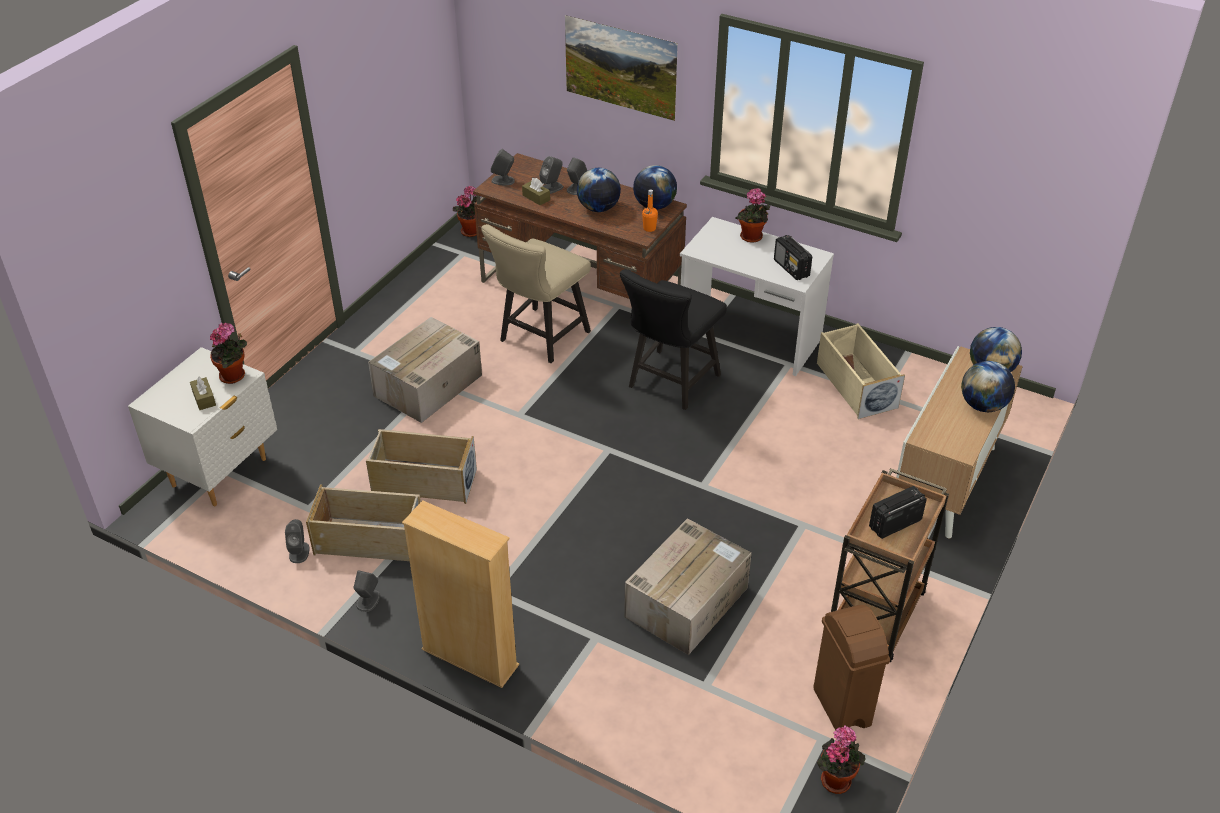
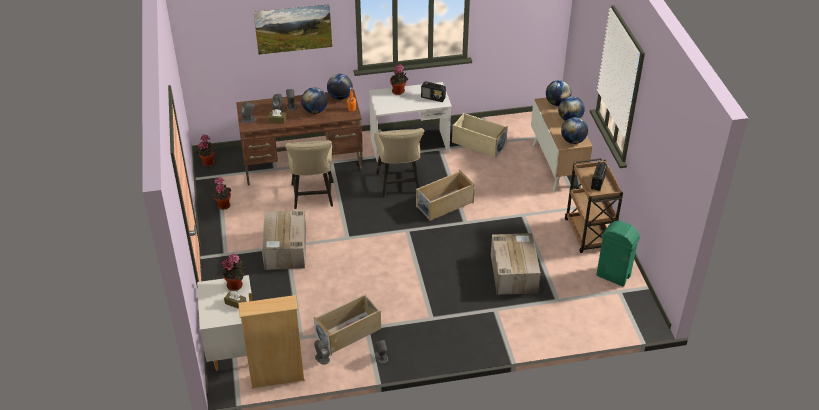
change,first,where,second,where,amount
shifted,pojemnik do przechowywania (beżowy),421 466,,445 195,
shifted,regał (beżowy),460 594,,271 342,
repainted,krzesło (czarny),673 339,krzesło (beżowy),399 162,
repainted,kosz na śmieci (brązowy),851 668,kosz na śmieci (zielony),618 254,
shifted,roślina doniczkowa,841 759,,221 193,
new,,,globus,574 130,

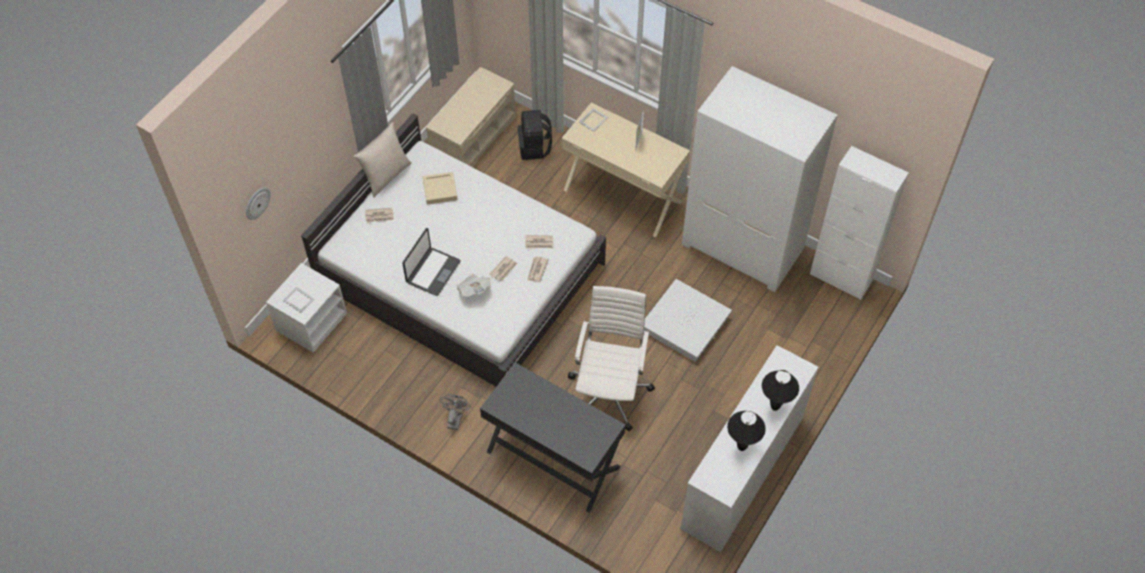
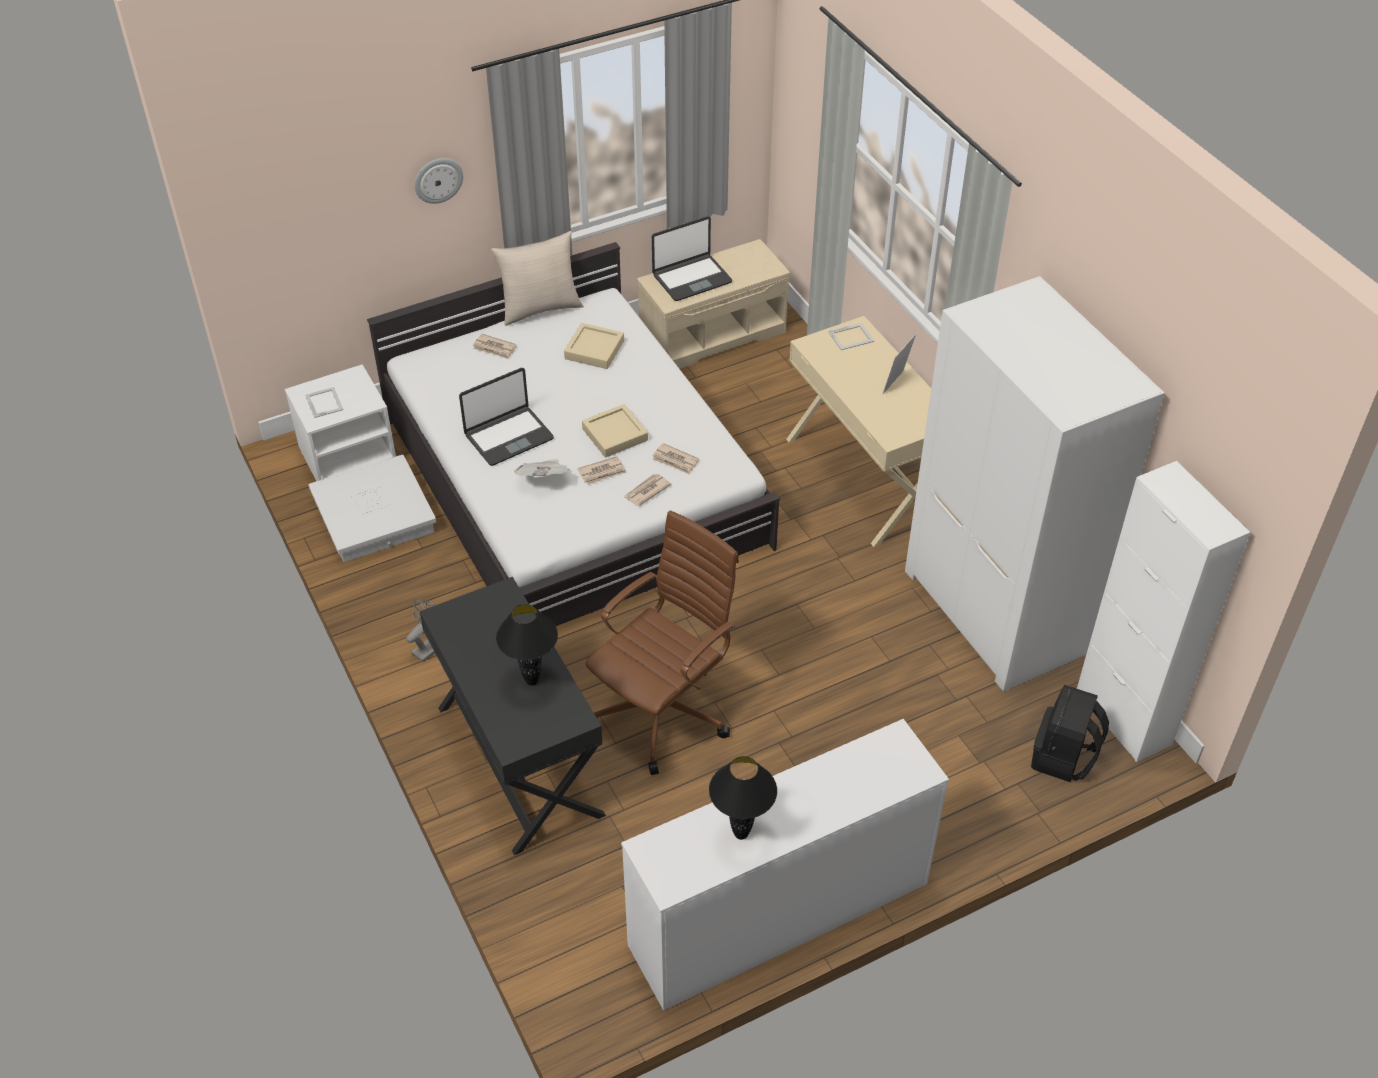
change,first,where,second,where,amount
shifted,zegar ścienny,258 203,,438 181,
shifted,plecak (czarny),535 135,,1070 733,
repainted,krzesło biurowe (biały),611 358,krzesło biurowe (brązowy),662 642,
shifted,pojemnik do przechowywania (biały),688 320,,372 508,
shifted,lampa stołowa (czarny),780 390,,527 645,
new,,,taca (beżowy),615 431,
new,,,laptop,692 258,

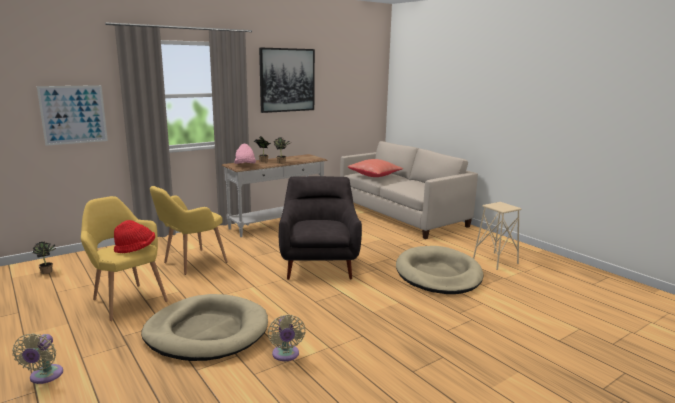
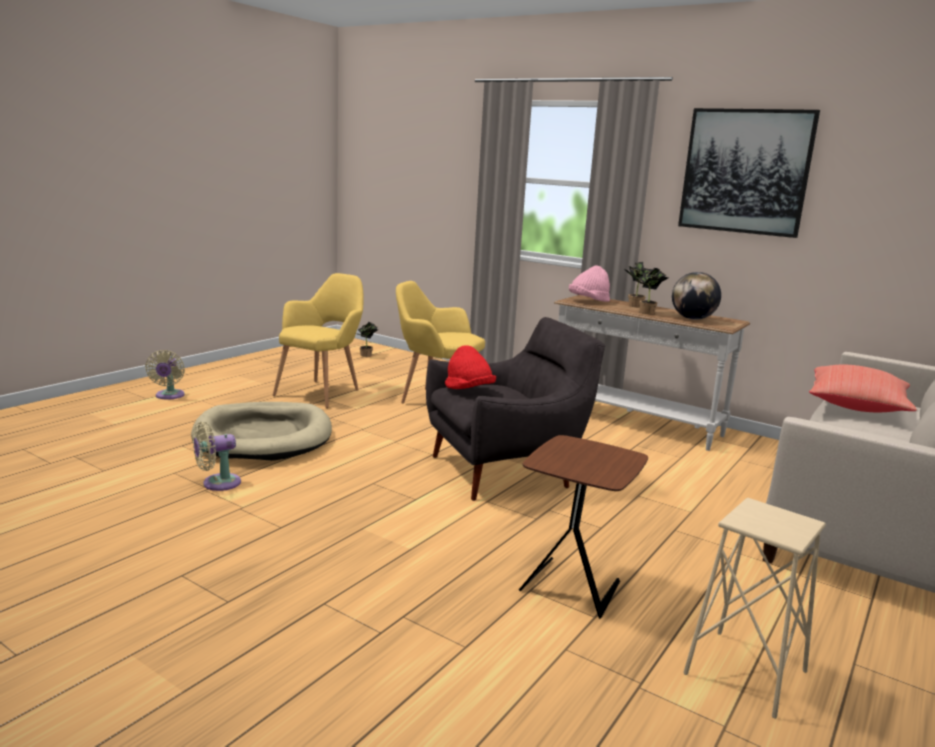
change,first,where,second,where,amount
rotated,wentylator (beżowy),37 358,,165 375,75 degrees counterclockwise
gone,obraz,72 115,,,
shifted,kapelusz (czerwony),134 236,,470 367,
swapped,legowisko (beżowy),439 270,stolik (brązowy),583 527,
new,,,globus,696 296,

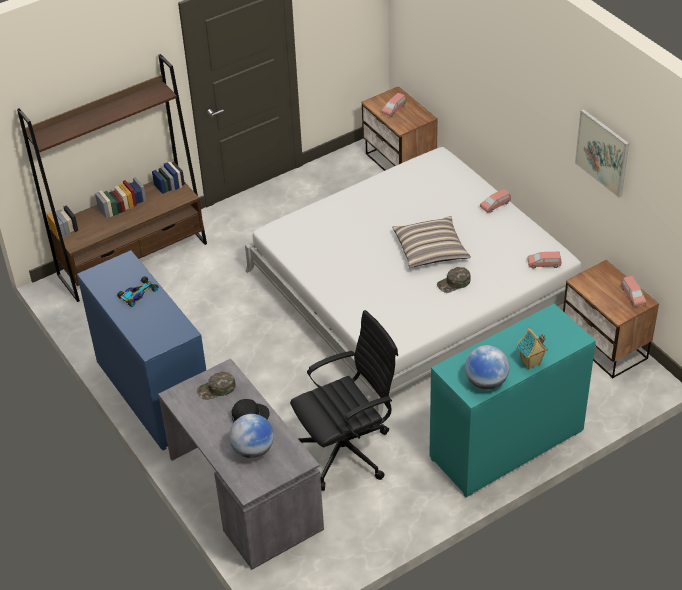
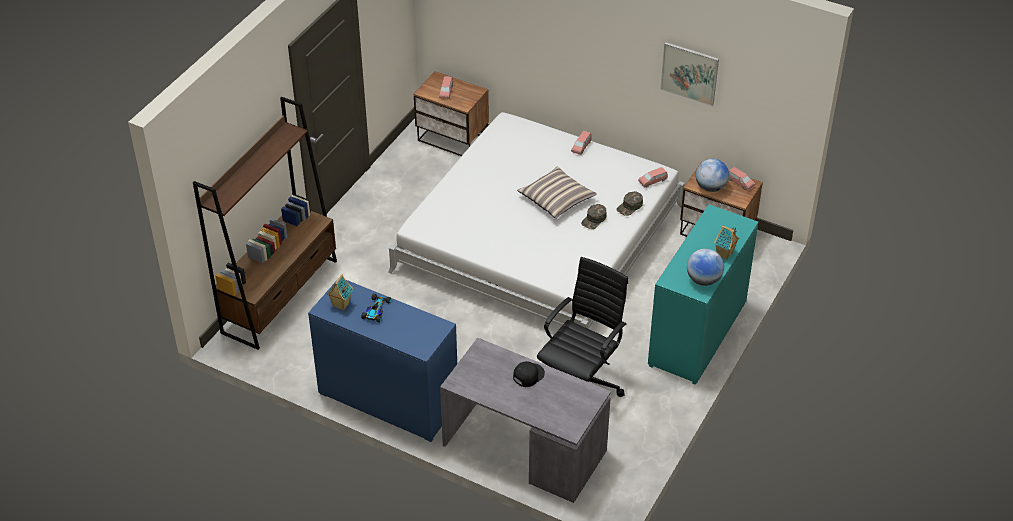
change,first,where,second,where,amount
shifted,czapka z daszkiem (zielony),216 386,,630 203,
shifted,globus,251 436,,712 175,
new,,,domek,340 292,

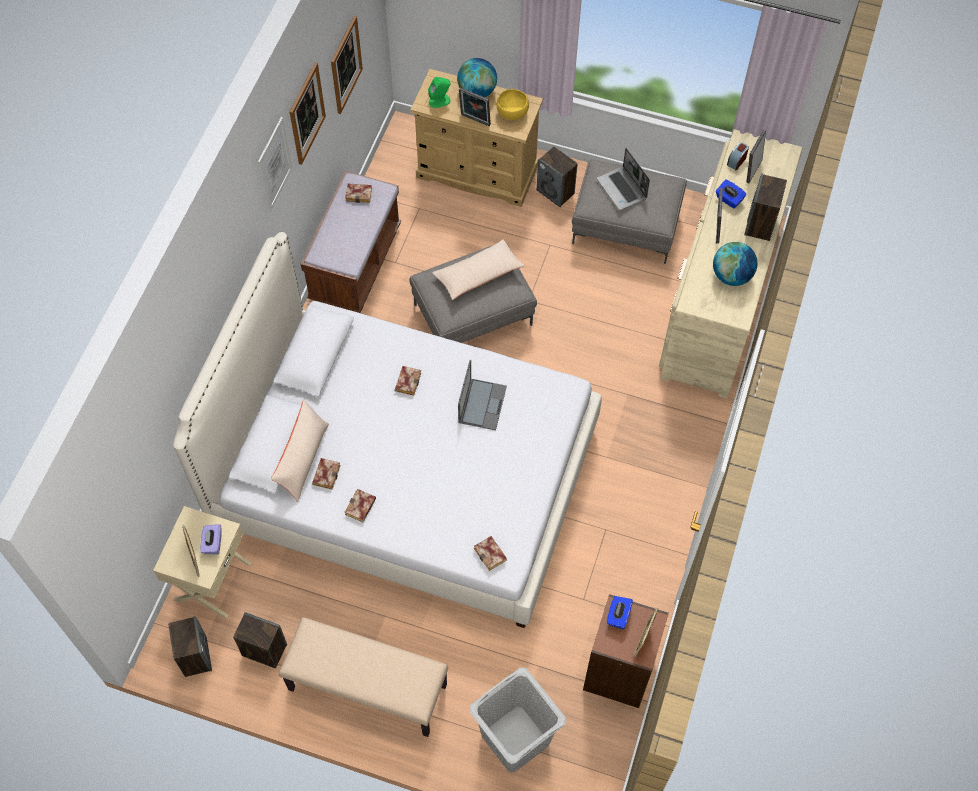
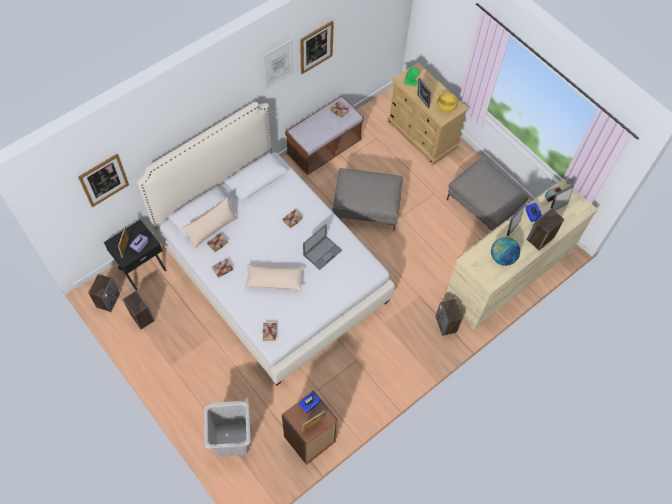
change,first,where,second,where,amount
repainted,szafka nocna (beżowy),202 562,szafka nocna (czarny),135 254,
gone,ławka (beżowy),363 677,,,
shifted,obraz,347 65,,103 180,
shifted,poduszka (beżowy),478 269,,274 277,
gone,globus,477 77,,,
shifted,głośnik,557 177,,449 317,
gone,laptop,623 179,,,

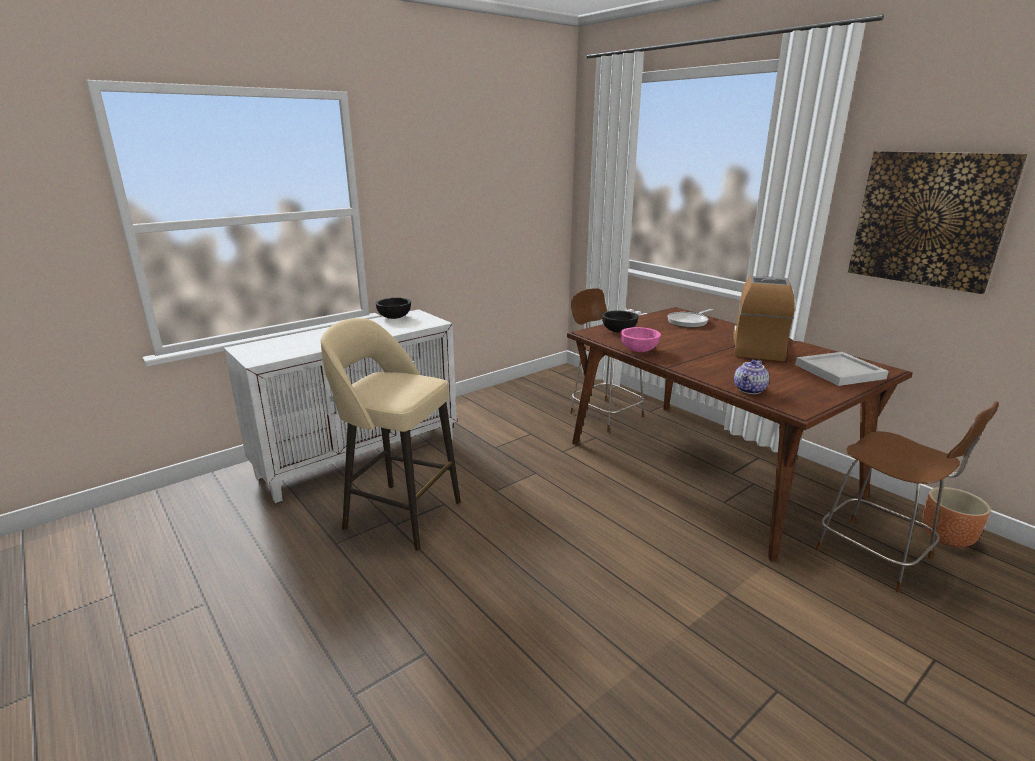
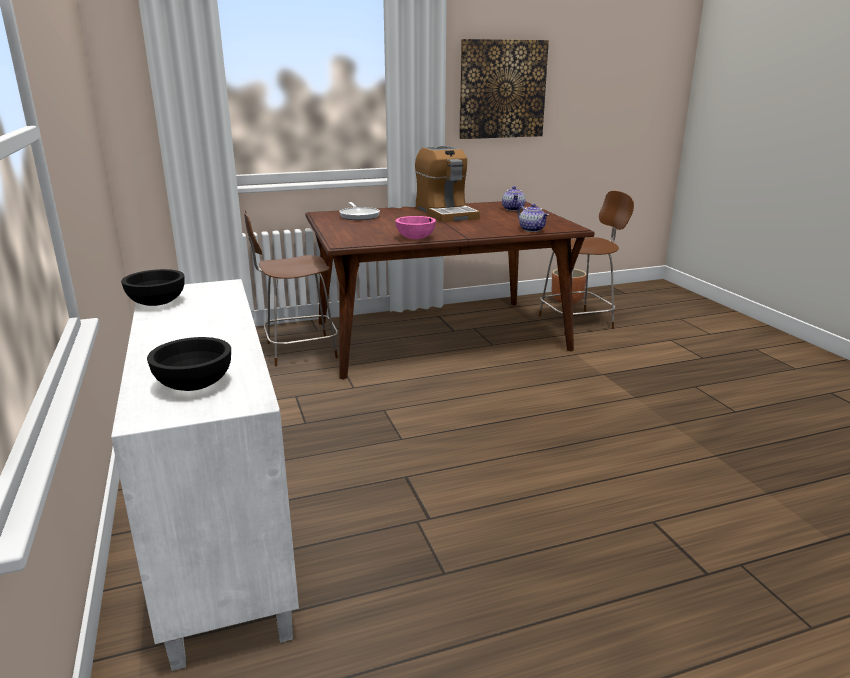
change,first,where,second,where,amount
gone,stołek (beżowy),391 434,,,
shifted,miska (czarny),620 322,,189 364,
rotated,ekspres do kawy,764 318,,447 184,150 degrees counterclockwise
swapped,taca (biały),842 369,imbryk,513 198,

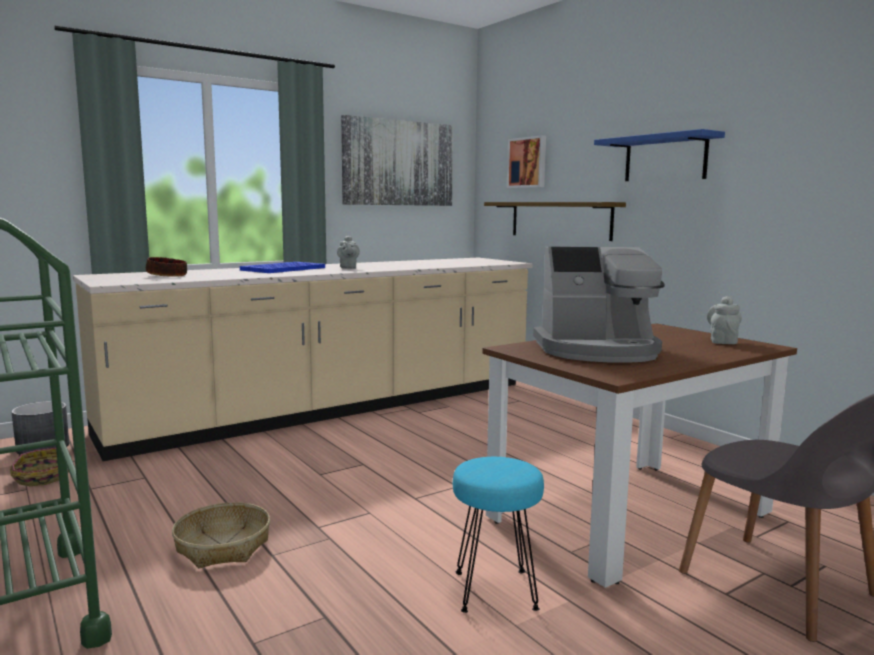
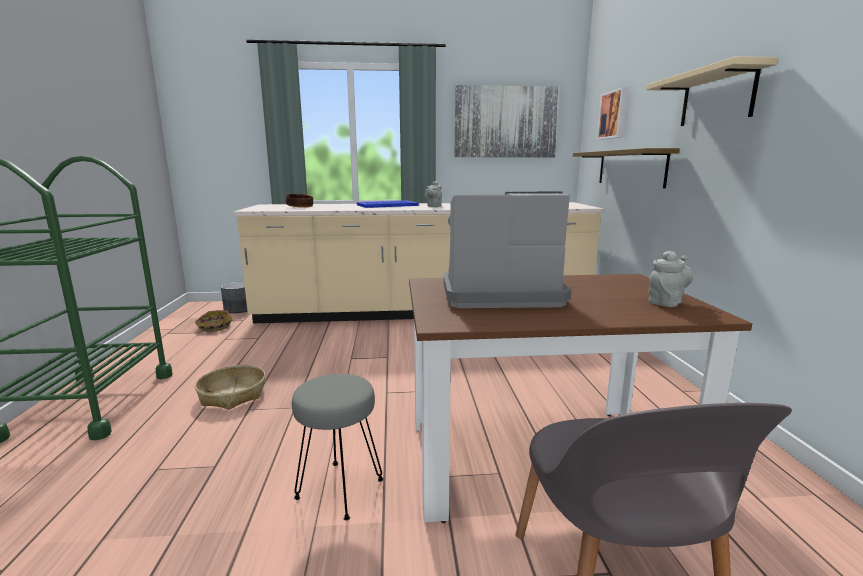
change,first,where,second,where,amount
repainted,stołek (turkusowy),498 535,stołek (szary),338 447,
rotated,ekspres do kawy,599 305,,508 250,150 degrees clockwise
repainted,półka (niebieski),659 155,półka (beżowy),712 91,

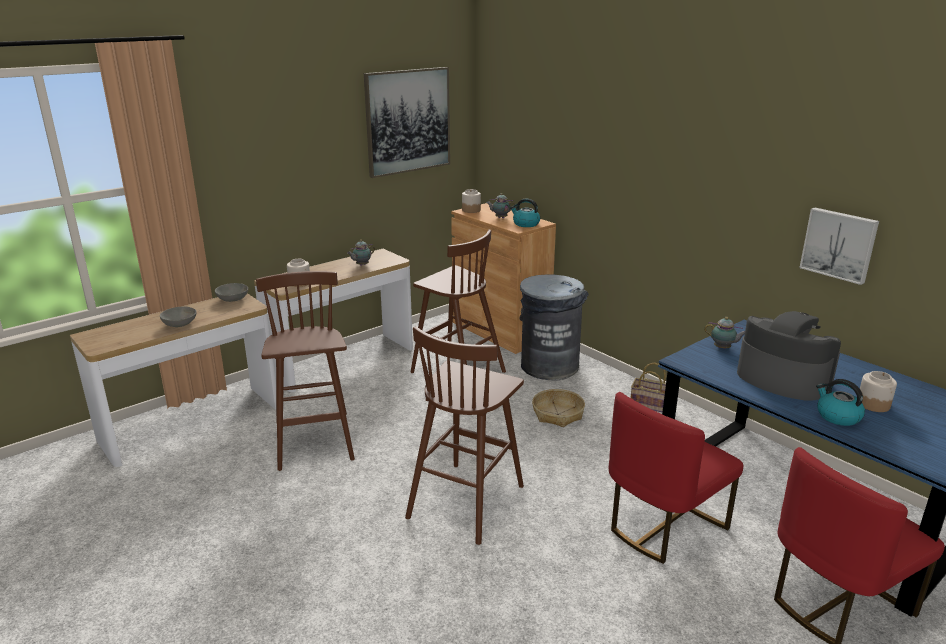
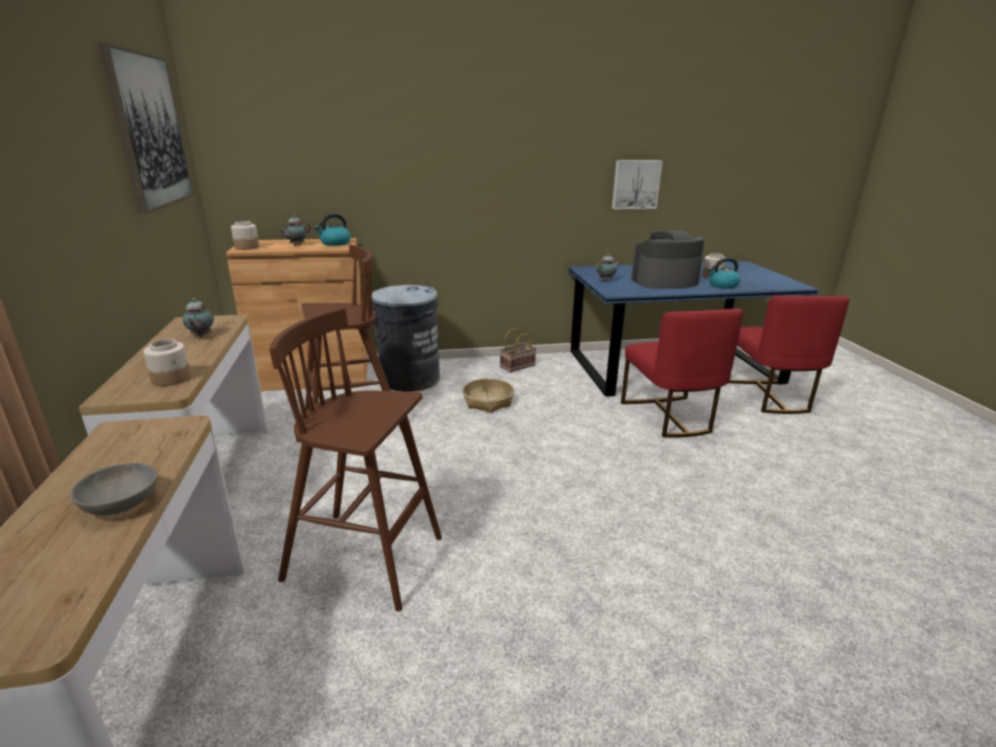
change,first,where,second,where,amount
gone,miska (szary),231 292,,,
gone,stołek (brązowy),464 435,,,

